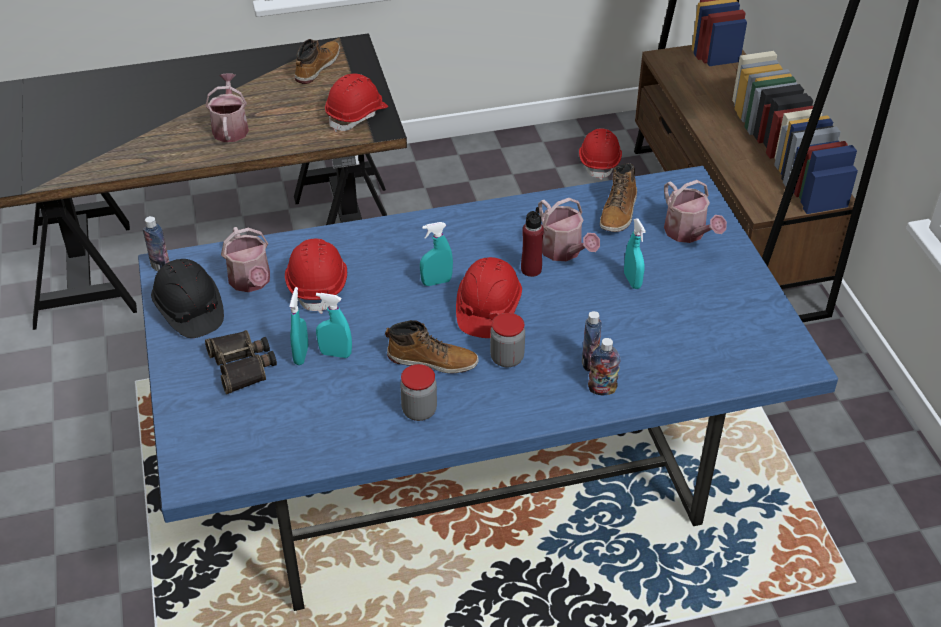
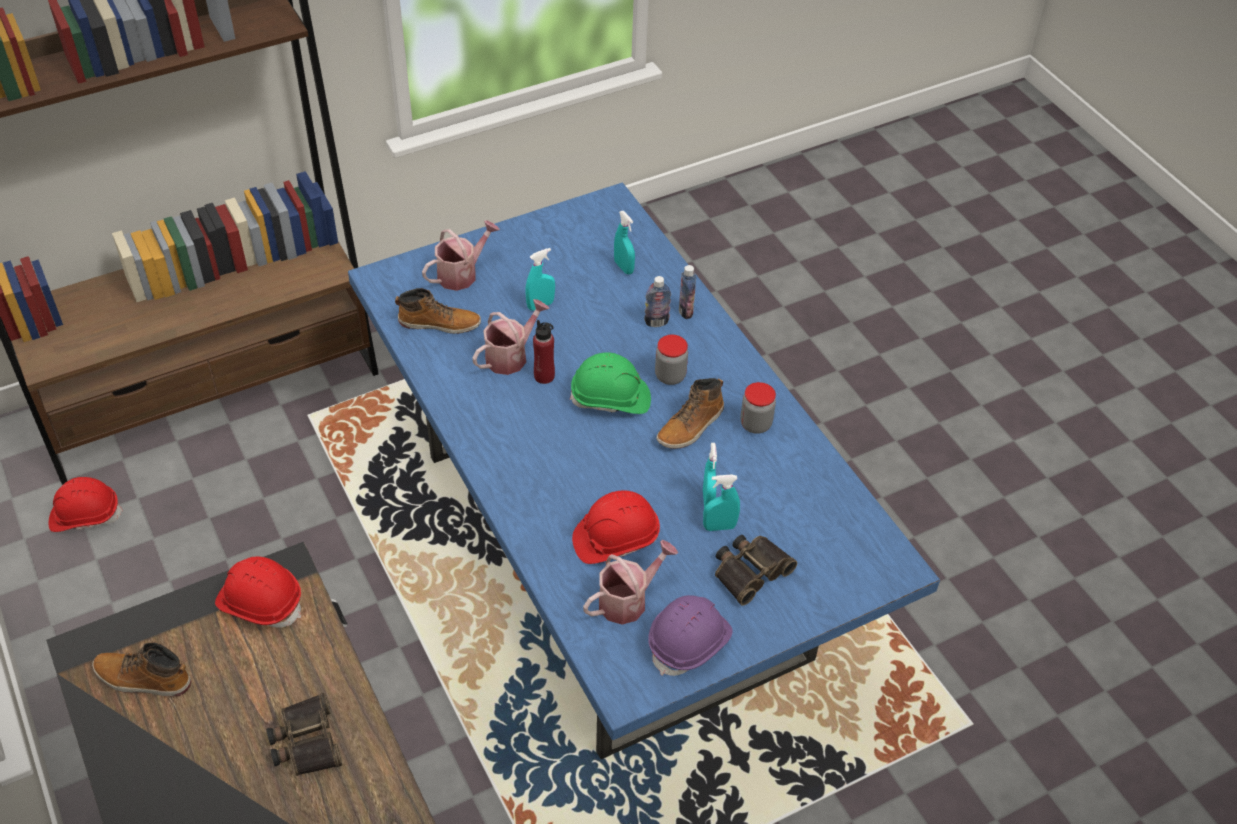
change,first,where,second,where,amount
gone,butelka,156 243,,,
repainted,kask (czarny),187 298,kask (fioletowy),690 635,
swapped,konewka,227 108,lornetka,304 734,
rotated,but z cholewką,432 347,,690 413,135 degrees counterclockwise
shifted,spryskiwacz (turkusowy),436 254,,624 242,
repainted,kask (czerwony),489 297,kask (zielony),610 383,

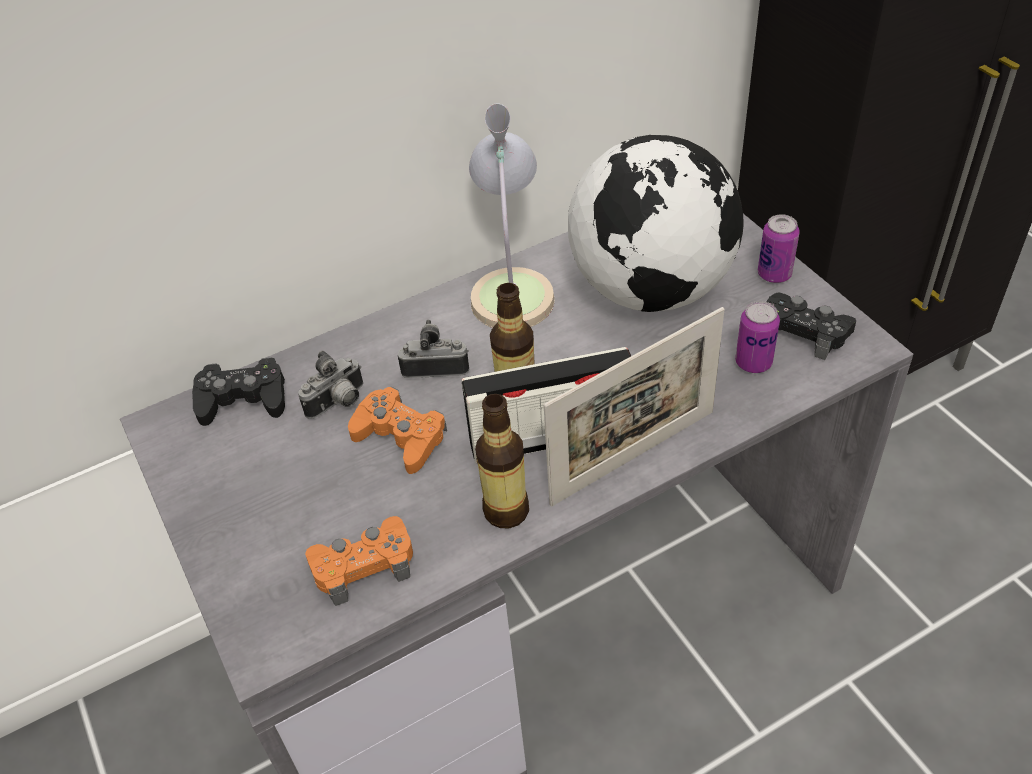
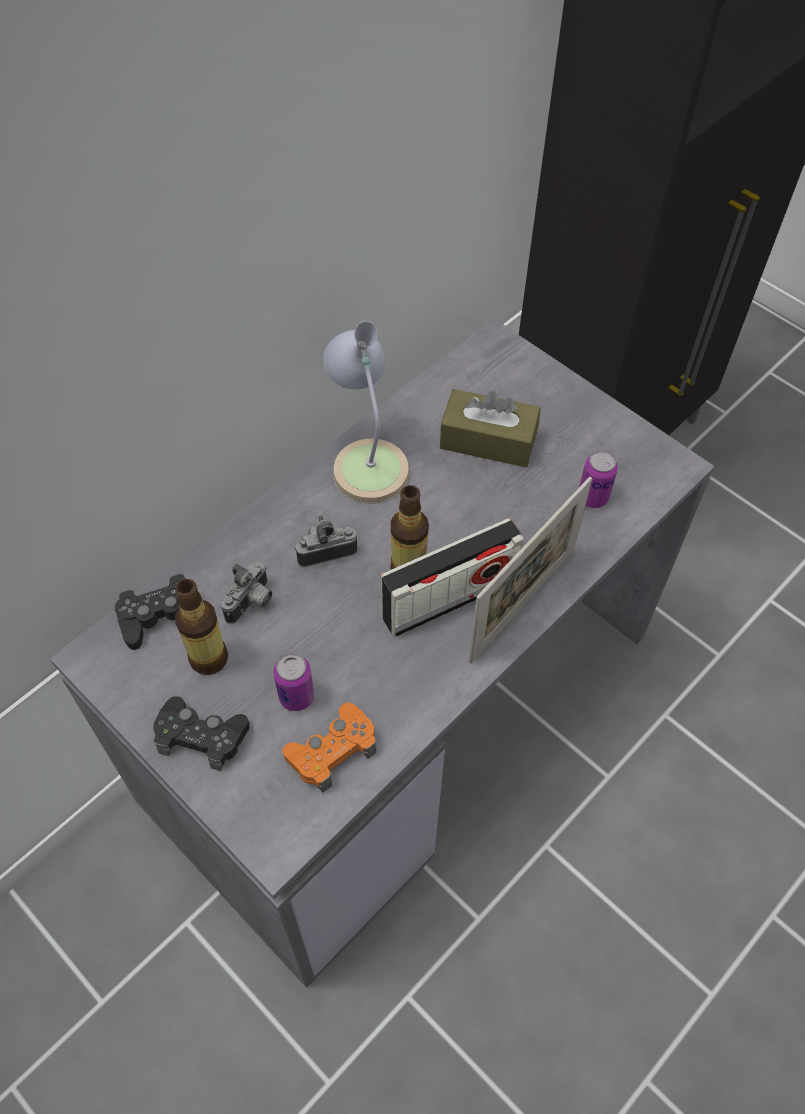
change,first,where,second,where,amount
gone,pad do gier (pomarańczowy),397 430,,,
shifted,butelka,502 461,,201 627,
swapped,globus,656 223,pudełko chusteczek (brązowy),490 428,
shifted,puszka,779 248,,293 682,
shifted,pad do gier (czarny),811 326,,201 733,

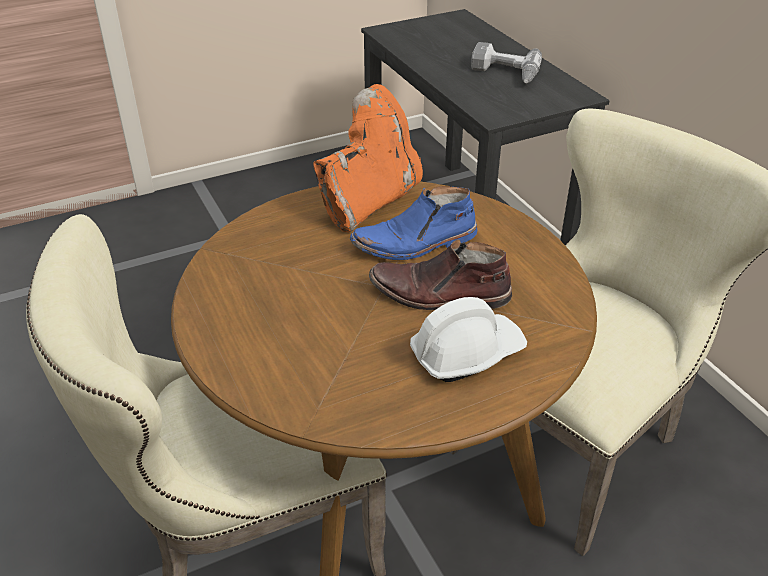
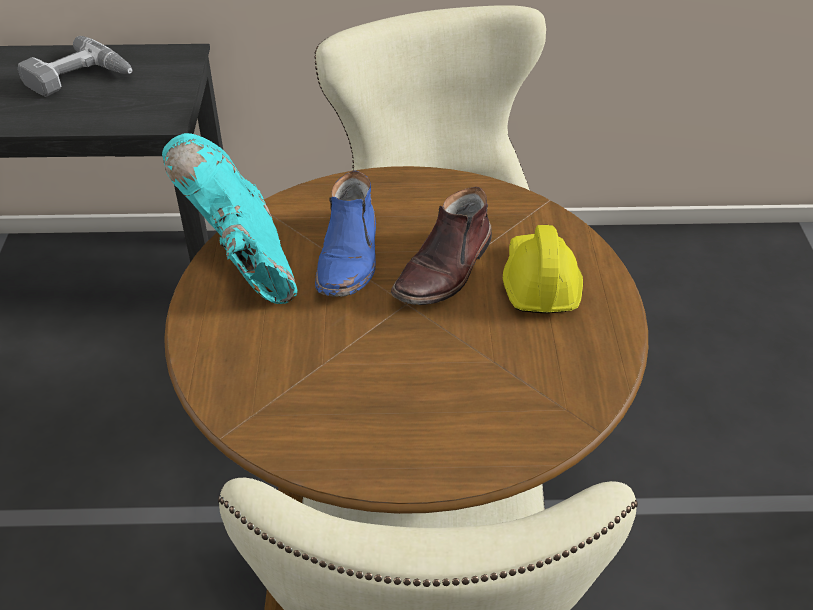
change,first,where,second,where,amount
repainted,but z cholewką (pomarańczowy),368 158,but z cholewką (turkusowy),230 218,
repainted,kask (biały),468 339,kask (żółty),543 269,

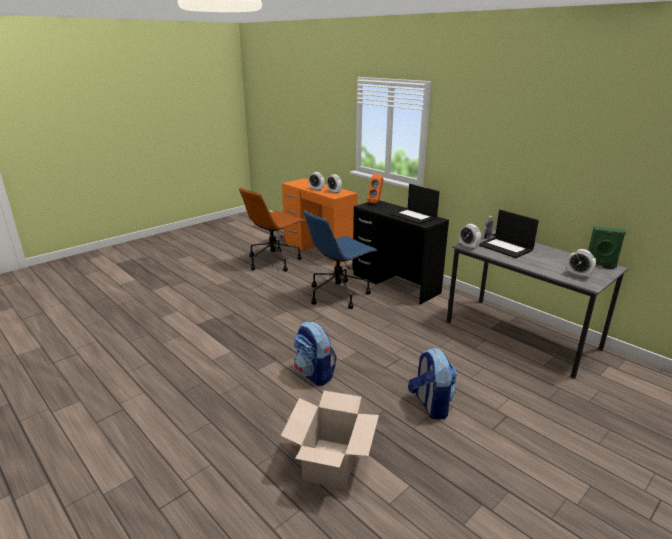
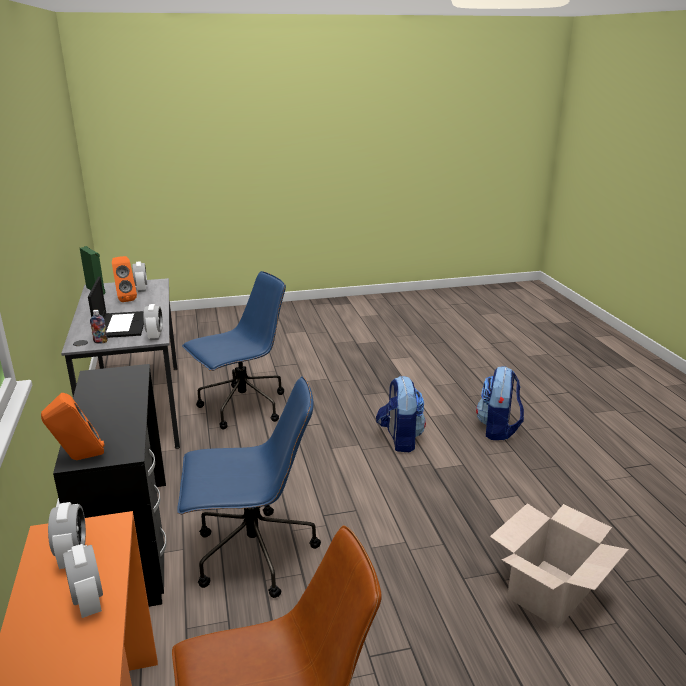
change,first,where,second,where,amount
shifted,karton,330 440,,559 565,
gone,laptop,415 204,,,
shifted,plecak,432 383,,500 403,
new,,,głośnik (pomarańczowy),124 279,
new,,,krzesło biurowe (niebieski),234 350,

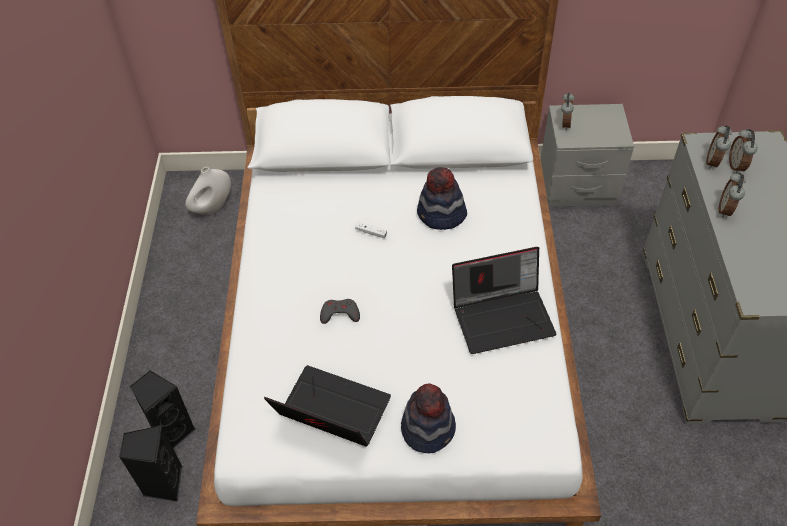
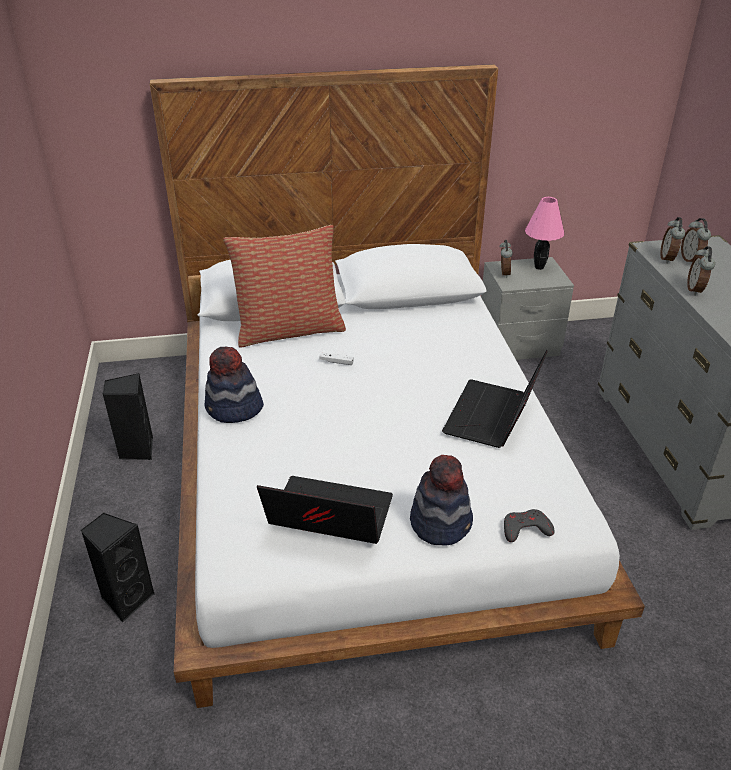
change,first,where,second,where,amount
shifted,głośnik (czarny),150 463,,127 416,
gone,wazon (biały),208 191,,,
shifted,pad do gier (szary),340 311,,529 525,
shifted,kapelusz,442 198,,234 385,
rotated,laptop,504 300,,495 399,135 degrees clockwise
new,,,poduszka,284 286,
new,,,lampa stołowa (różowy),545 233,

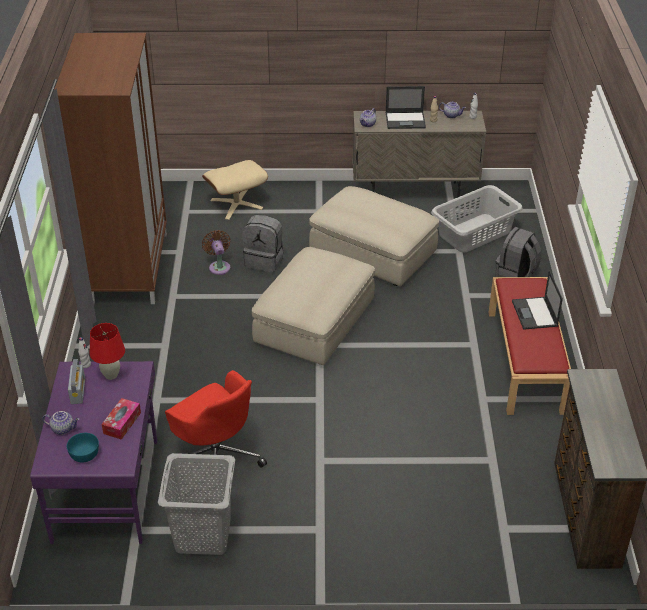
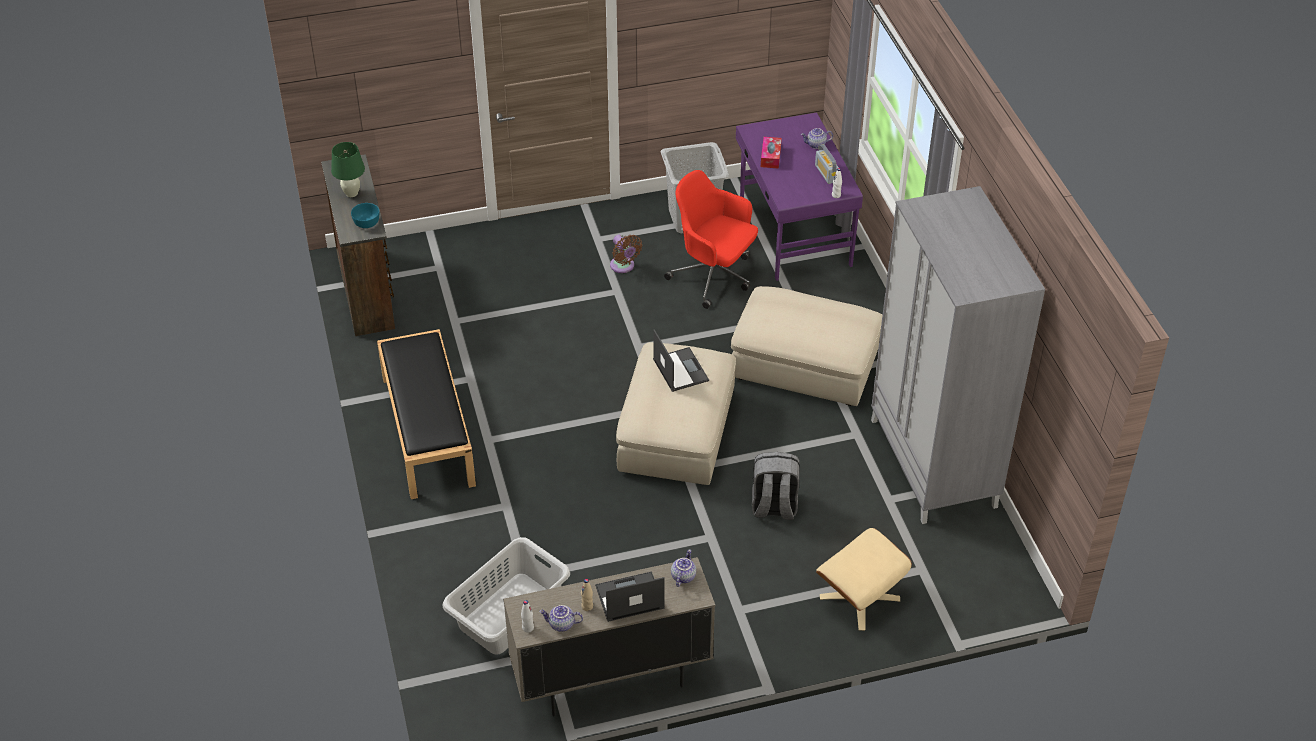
change,first,where,second,where,amount
repainted,szafa (brązowy),110 168,szafa (szary),958 355,
shifted,miska (turkusowy),83 448,,365 215,
gone,lampa stołowa (czerwony),107 351,,,
shifted,wentylator (brązowy),216 252,,626 254,
shifted,pufa (beżowy),374 236,,806 346,
repainted,ławka (czerwony),530 346,ławka (czarny),426 414,
gone,plecak (szary),518 252,,,
shifted,laptop,537 300,,681 360,
new,,,lampa stołowa (zielony),348 169,

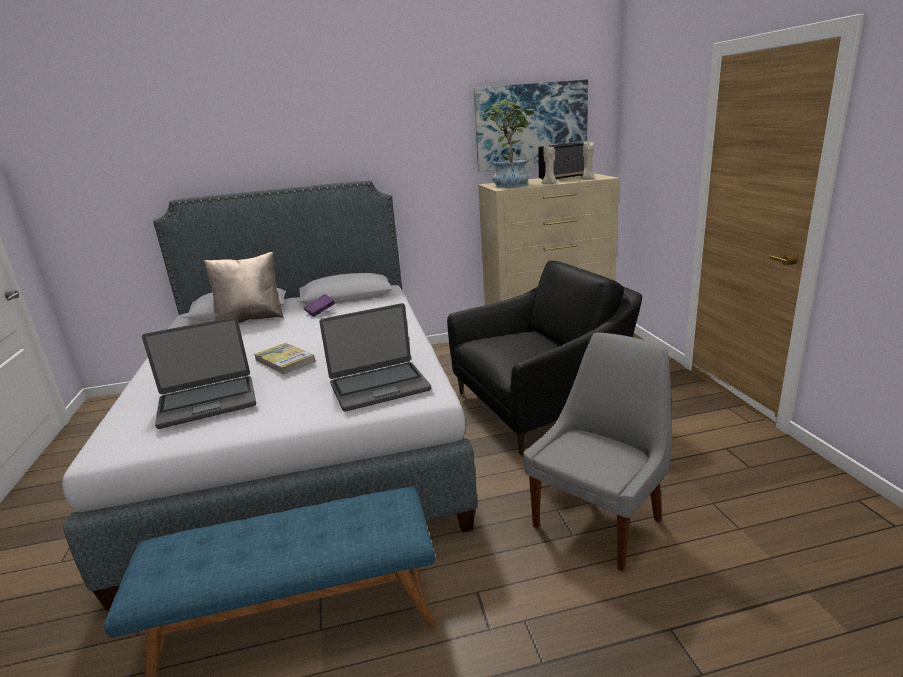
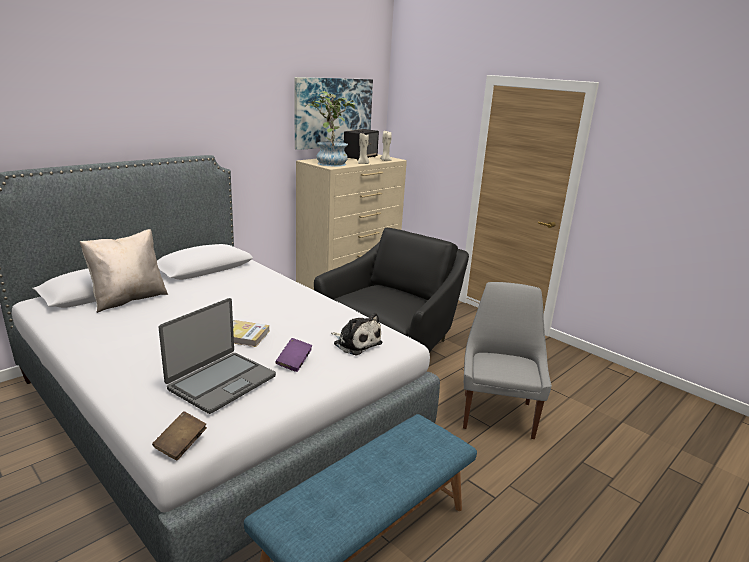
change,first,where,second,where,amount
shifted,książka (fioletowy),319 305,,294 355,
swapped,laptop,375 357,pluszak,356 334,
new,,,książka (brązowy),179 435,

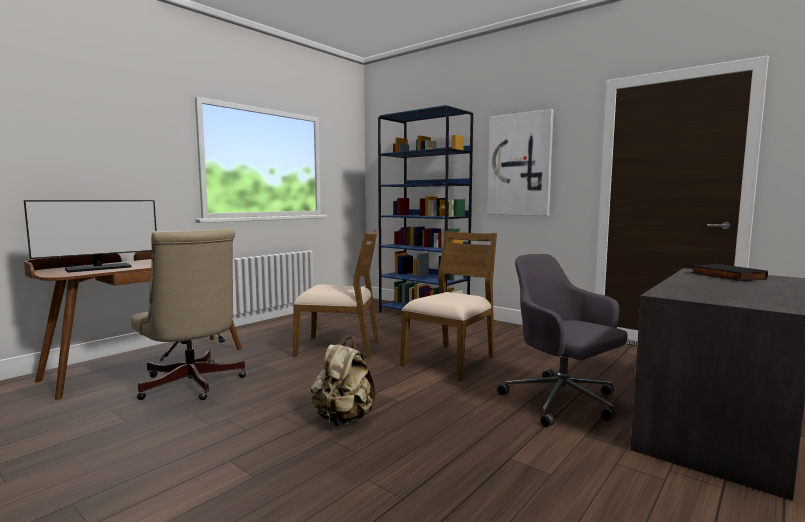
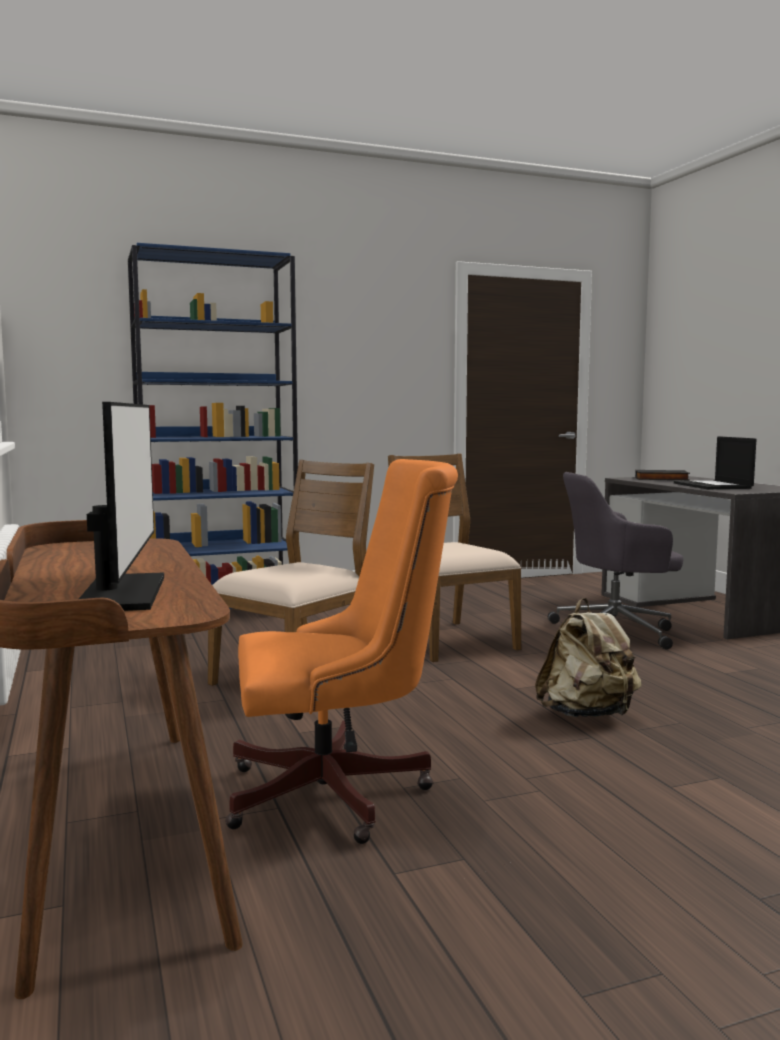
change,first,where,second,where,amount
repainted,krzesło biurowe (beżowy),188 314,krzesło biurowe (pomarańczowy),341 651,
gone,obraz,520 162,,,
new,,,laptop,715 462,

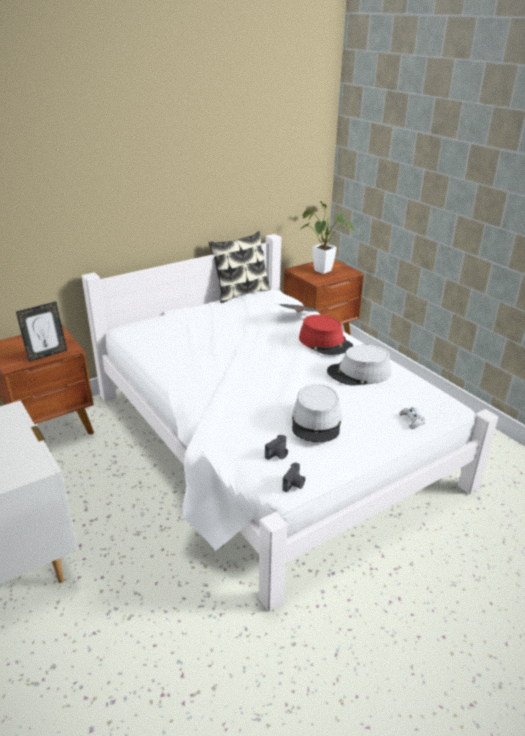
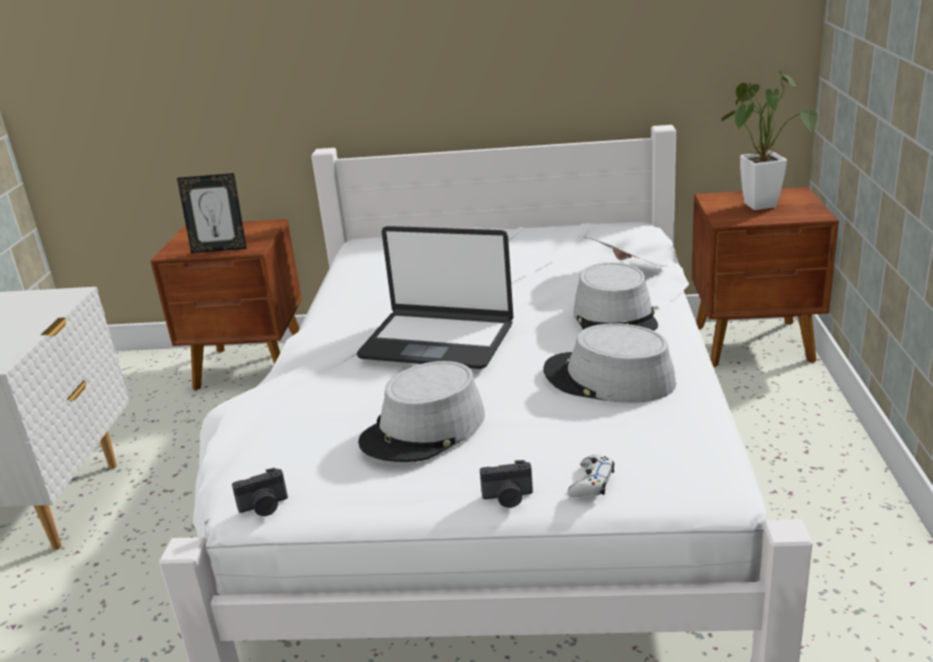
change,first,where,second,where,amount
gone,poduszka,239 267,,,
shifted,aparat fotograficzny,276 447,,506 484,
repainted,kapelusz (czerwony),326 335,kapelusz (szary),615 296,
new,,,laptop,435 297,

